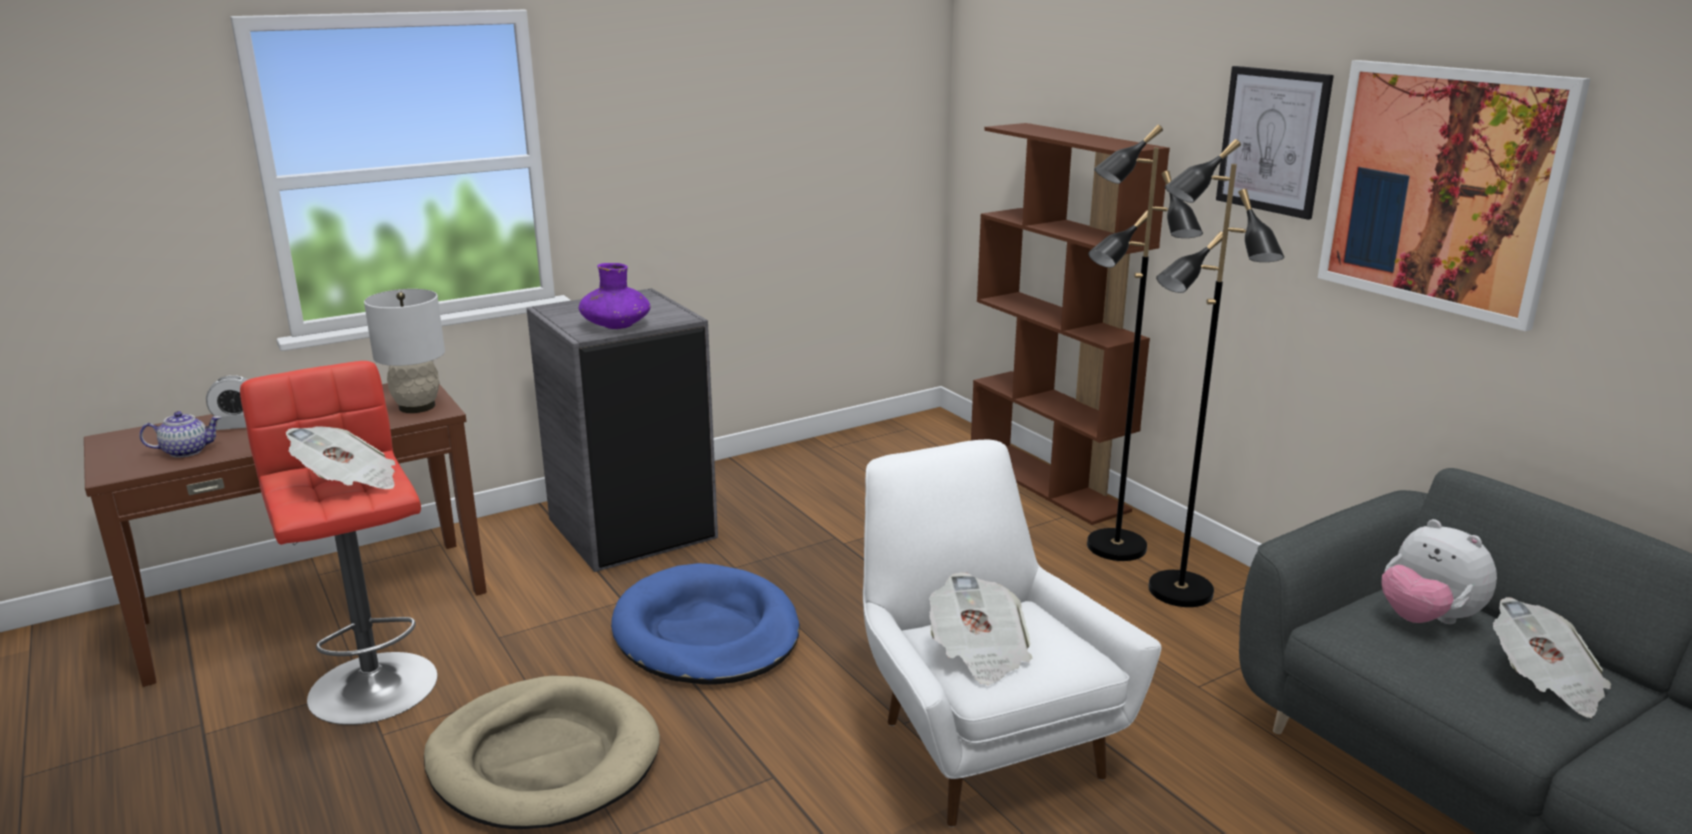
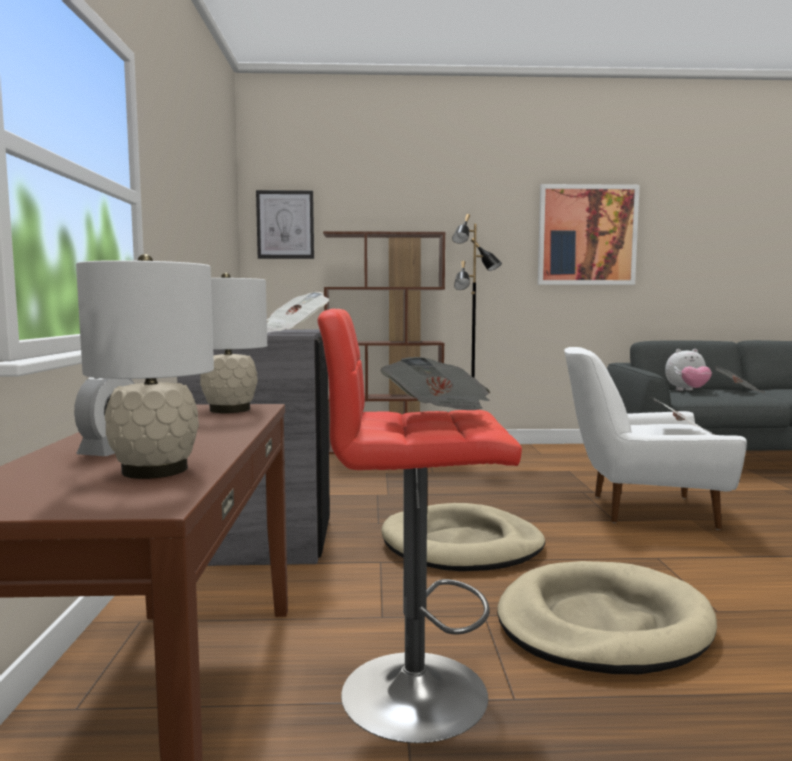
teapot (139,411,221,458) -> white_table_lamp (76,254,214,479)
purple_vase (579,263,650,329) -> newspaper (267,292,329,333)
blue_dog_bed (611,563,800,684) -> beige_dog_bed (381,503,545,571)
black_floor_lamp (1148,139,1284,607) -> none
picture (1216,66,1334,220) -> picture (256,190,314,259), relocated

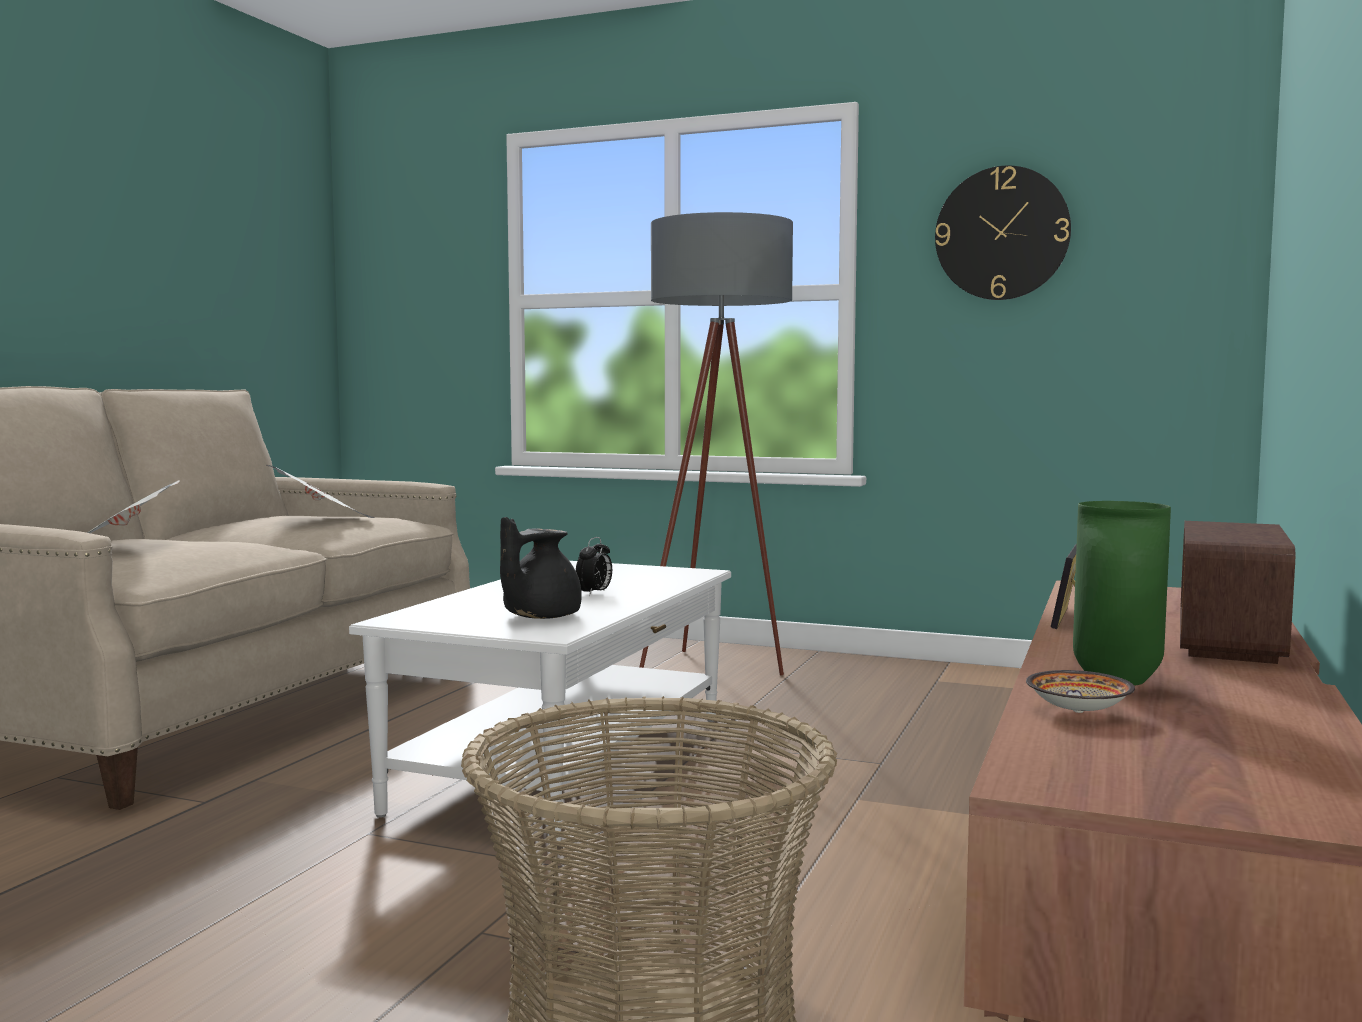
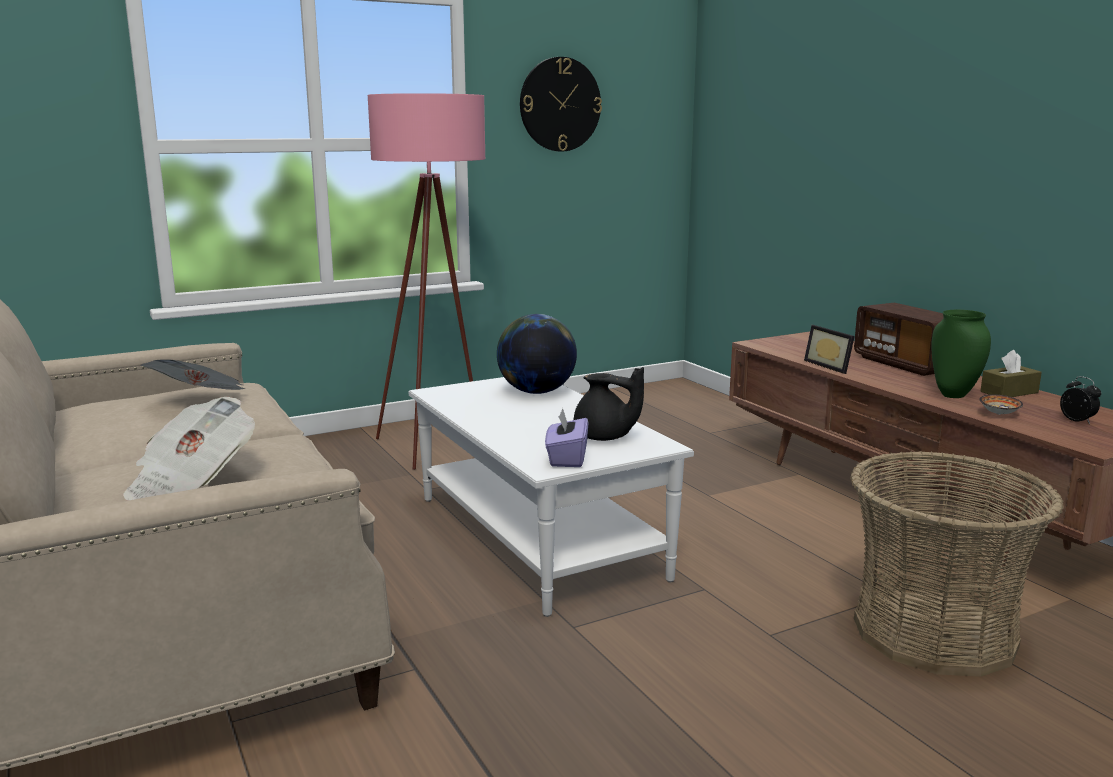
black_teapot (500,517,582,619) -> black_teapot (573,367,644,441), 45 degrees counterclockwise
alarm_clock (576,537,612,596) -> alarm_clock (1060,376,1101,424), relocated
grey_floor_lamp (639,212,793,676) -> pink_floor_lamp (368,93,485,470)
none -> globe (497,314,577,394)
none -> purple_tissue_box (545,408,588,467)
none -> brown_tissue_box (980,350,1042,397)

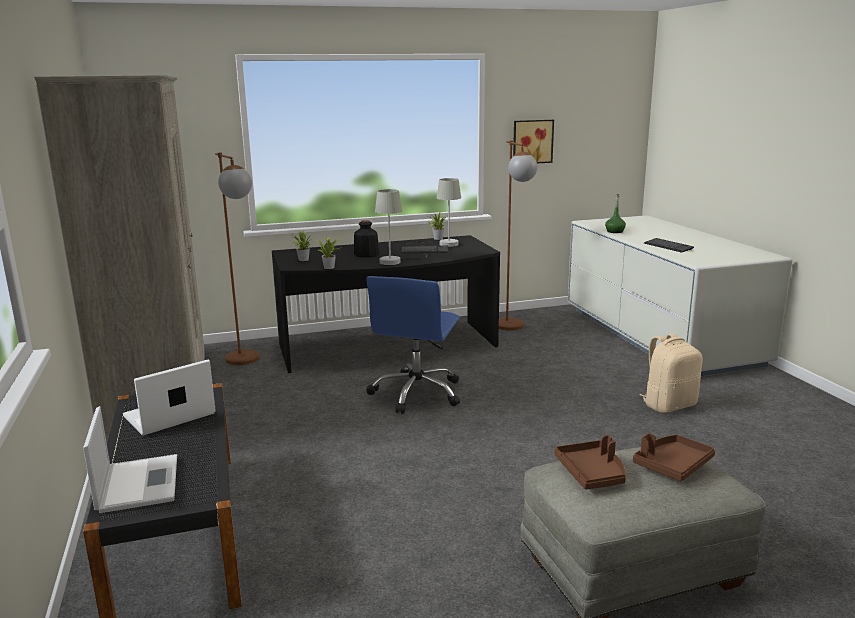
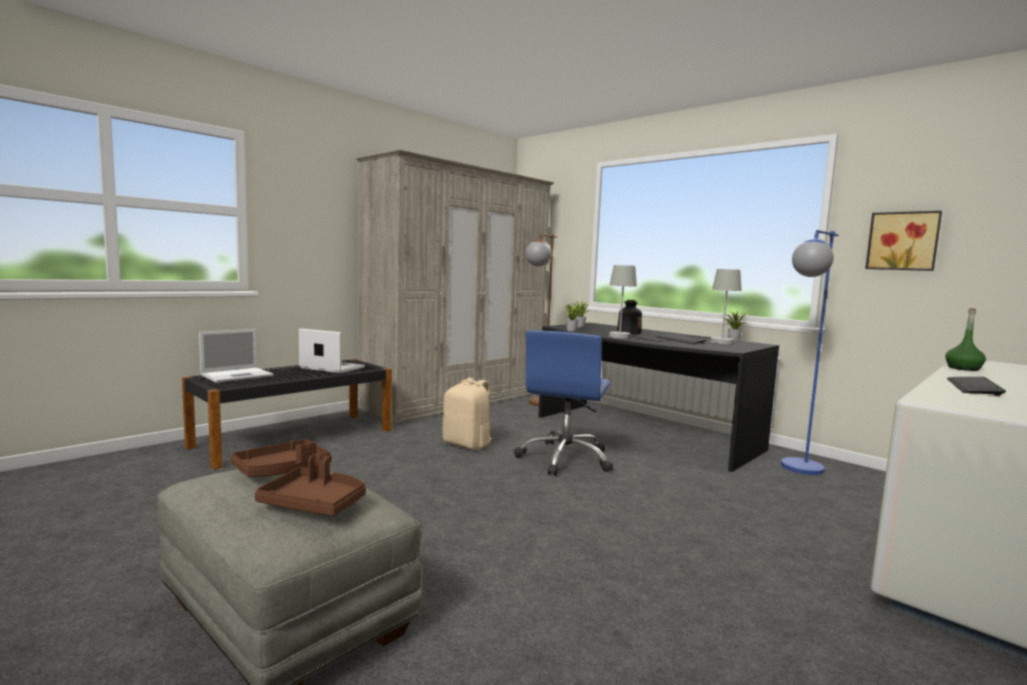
blue_office_chair (366,276,460,414) -> blue_office_chair (514,330,613,476), 60 degrees counterclockwise
brown_floor_lamp (499,140,537,331) -> blue_floor_lamp (781,230,839,475)
beige_backpack (640,333,702,413) -> beige_backpack (442,378,493,450), relocated

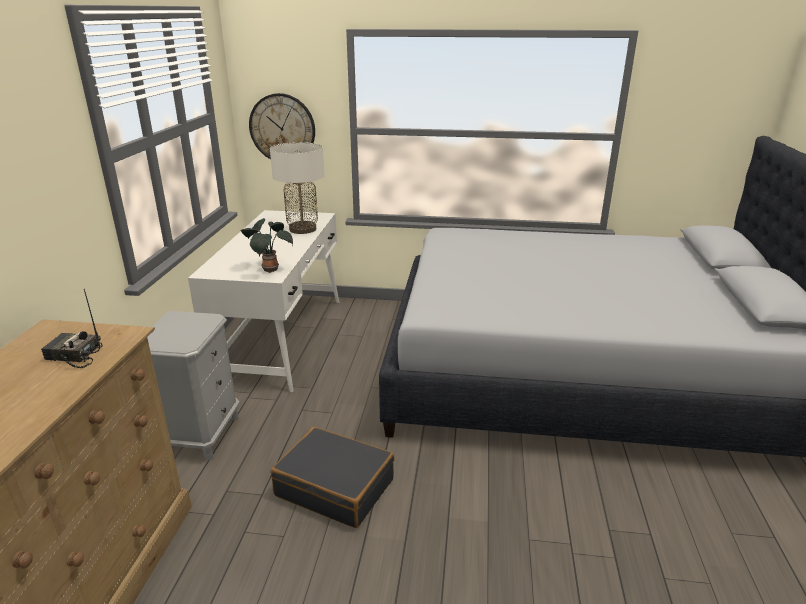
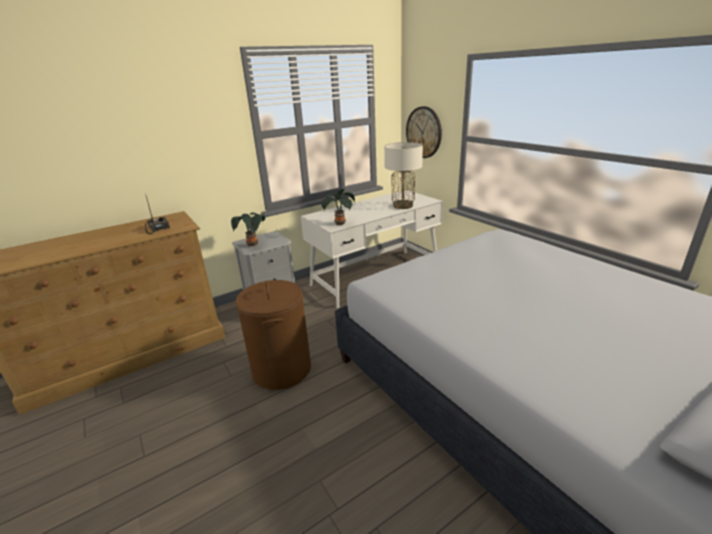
black_suitcase (271,427,394,528) -> brown_laundry_basket (235,280,311,390)
none -> potted_plant (231,213,265,246)

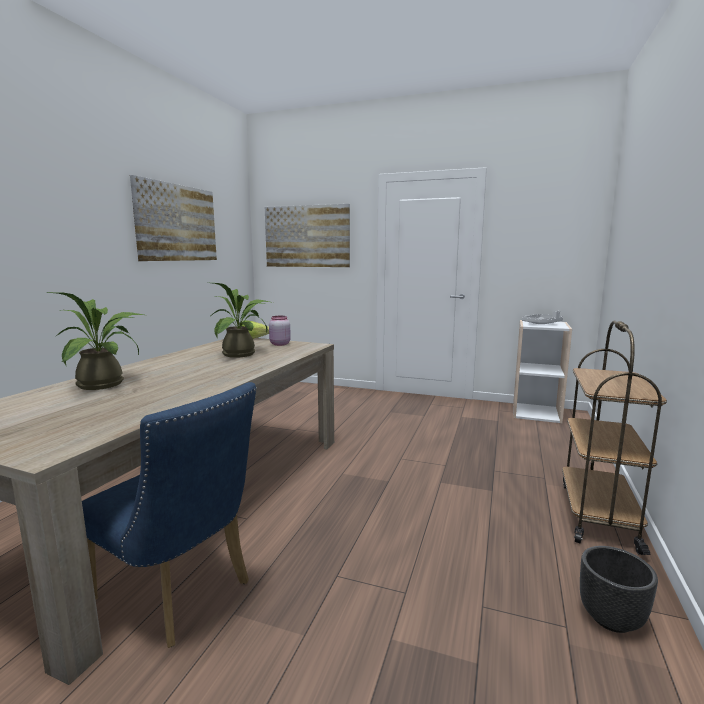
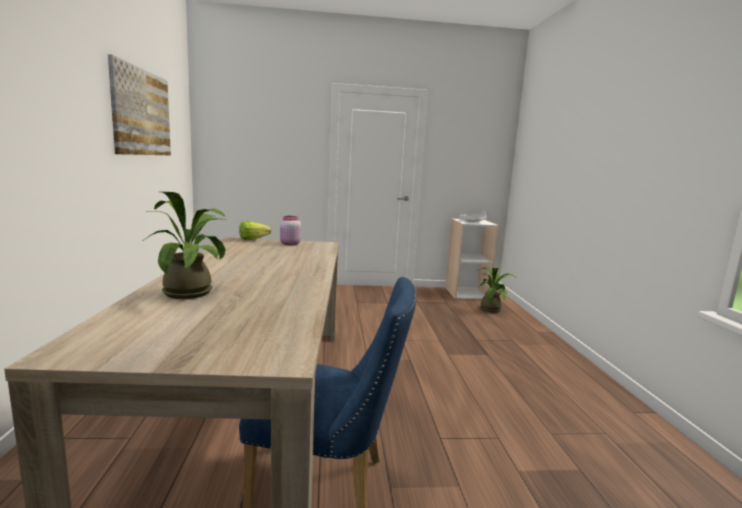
potted_plant (212,283,273,358) -> potted_plant (477,267,517,312), relocated
picture (265,204,350,267) -> none
brown_cart (562,321,667,555) -> none
black_planter (580,546,658,633) -> none

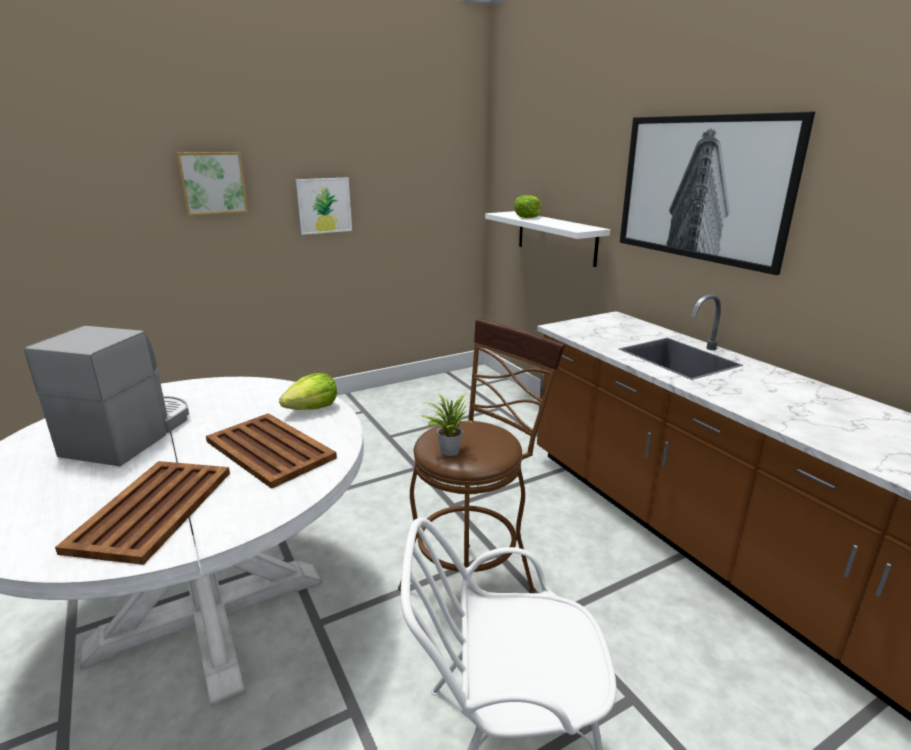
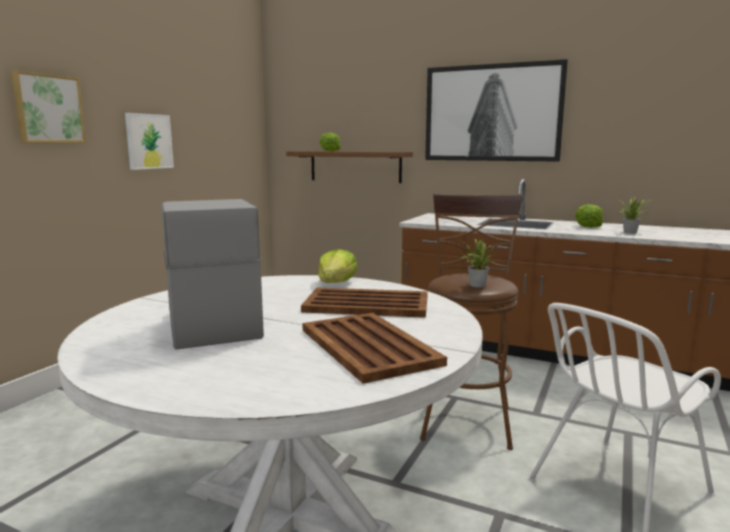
white_shelf (485,211,610,267) -> brown_shelf (286,151,413,183)
none -> lettuce (575,204,604,227)
none -> potted_plant (618,197,651,234)

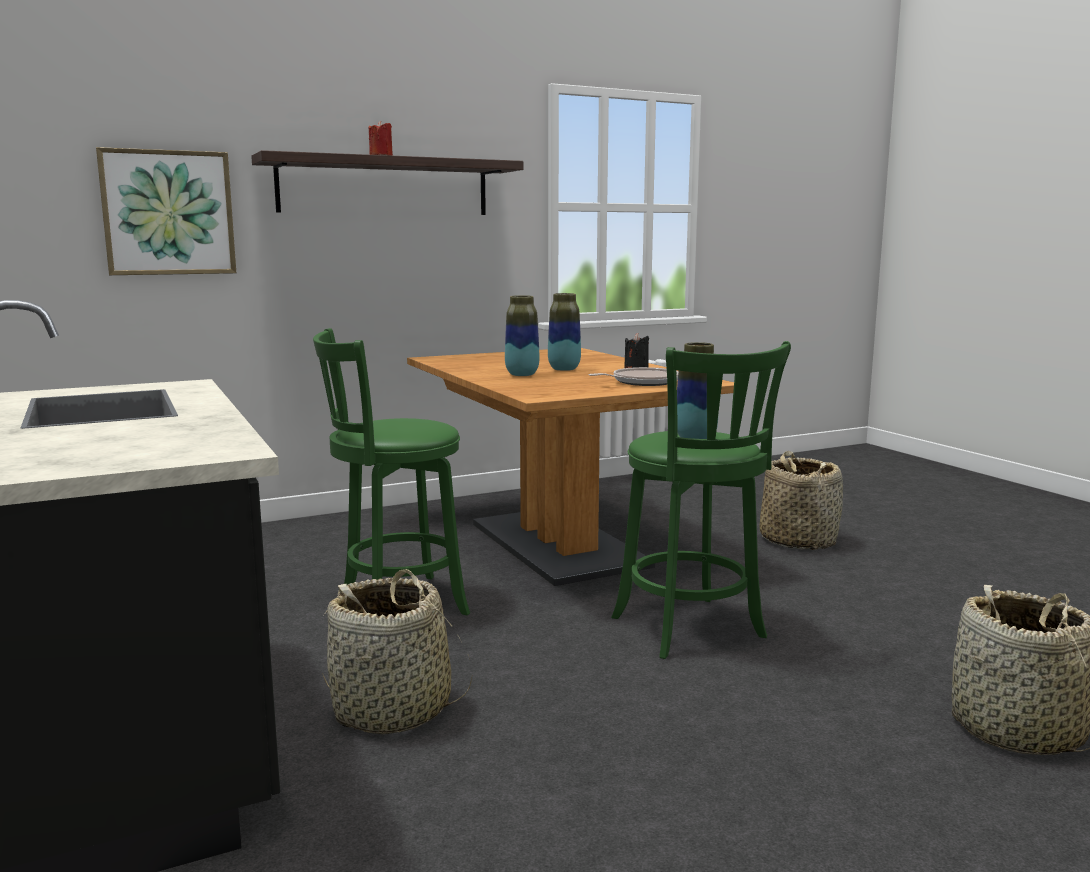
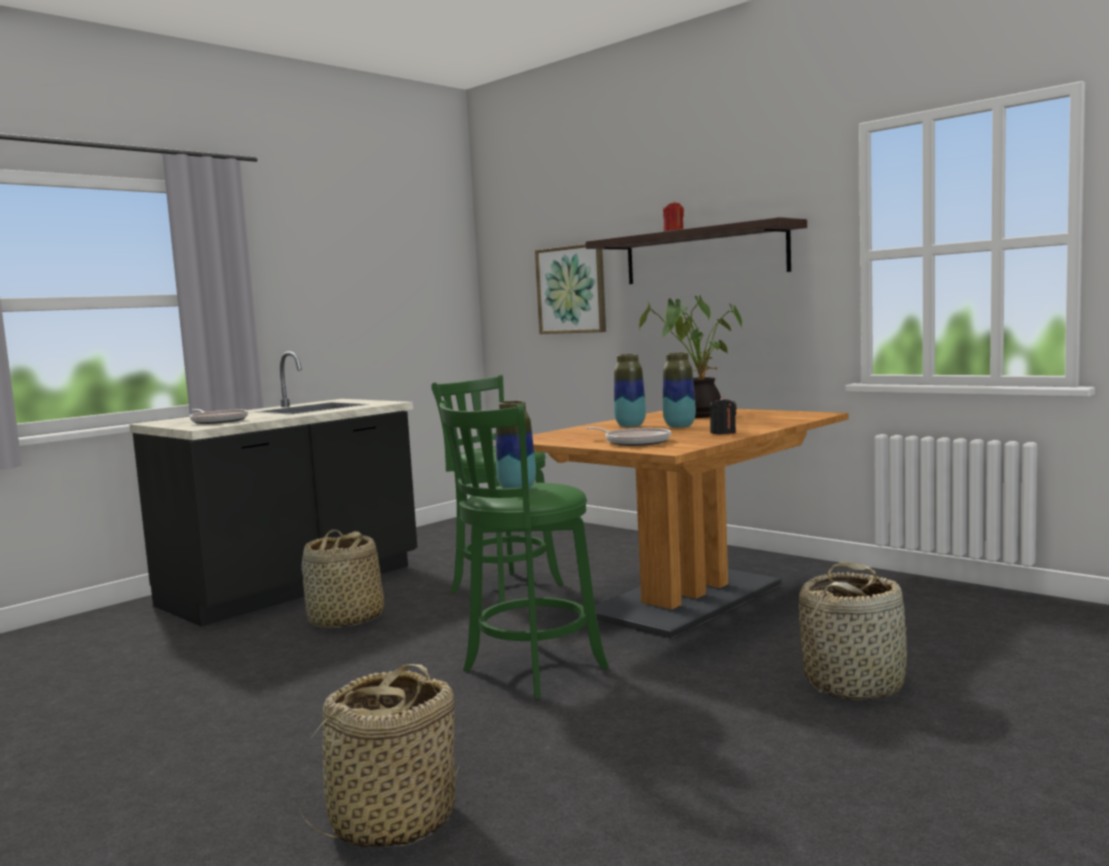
none -> frying_pan (189,409,248,424)
none -> potted_plant (639,295,742,418)

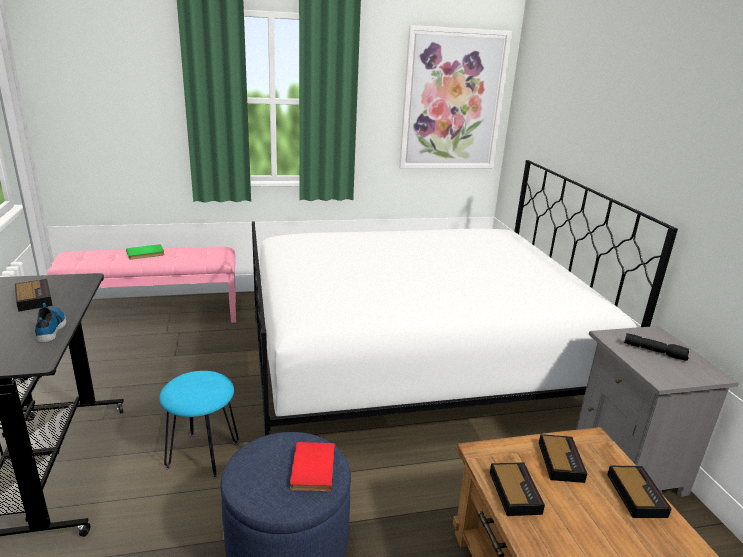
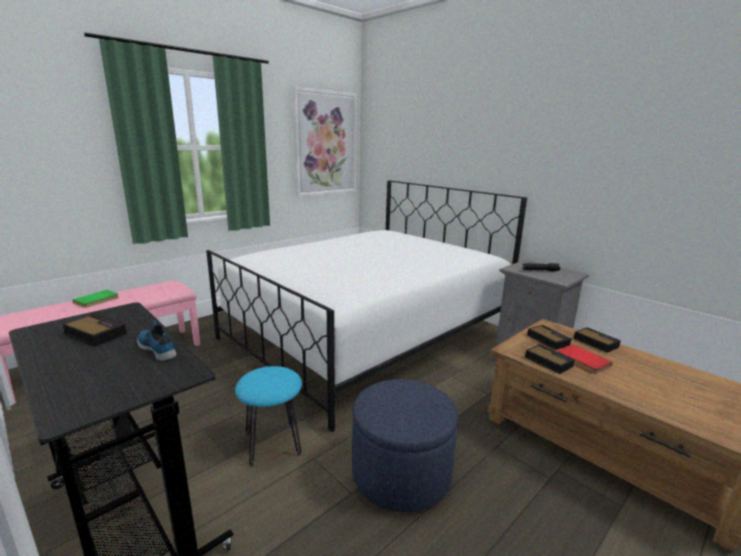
red_book (290,442,335,492) -> red_book (557,344,613,374), relocated

